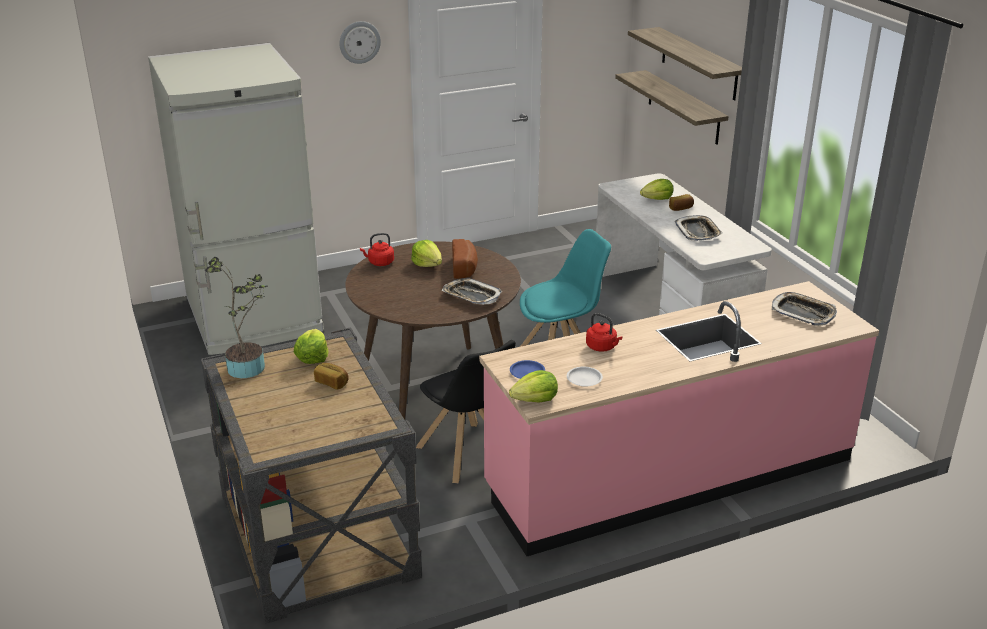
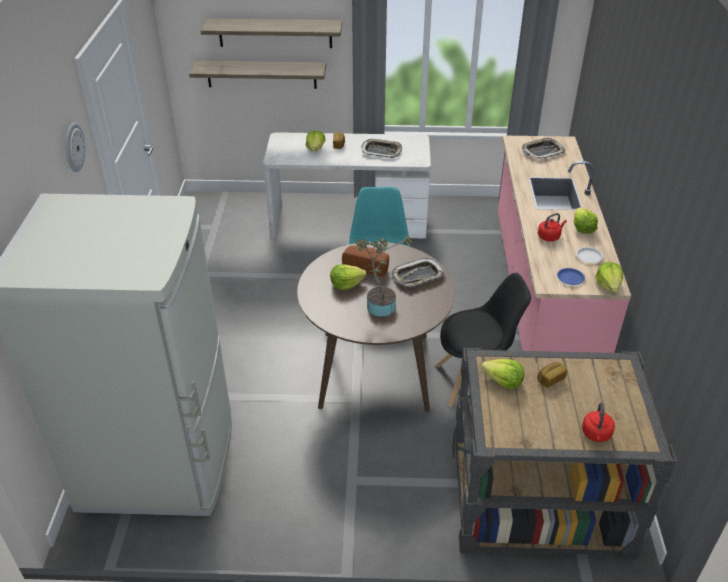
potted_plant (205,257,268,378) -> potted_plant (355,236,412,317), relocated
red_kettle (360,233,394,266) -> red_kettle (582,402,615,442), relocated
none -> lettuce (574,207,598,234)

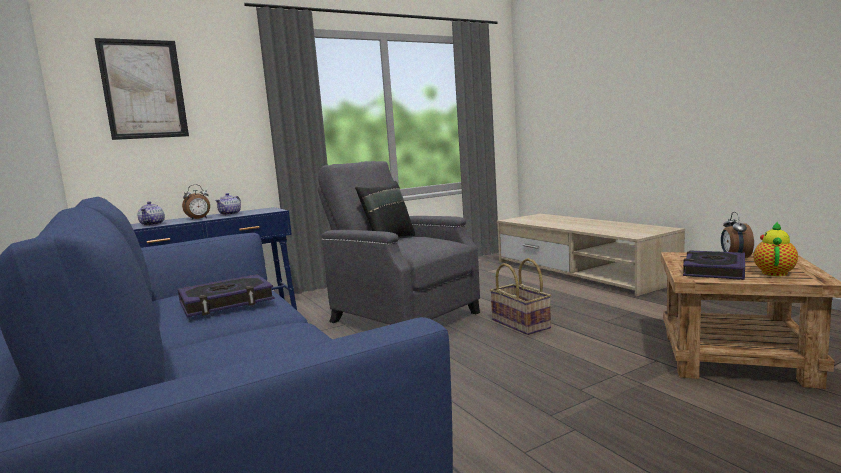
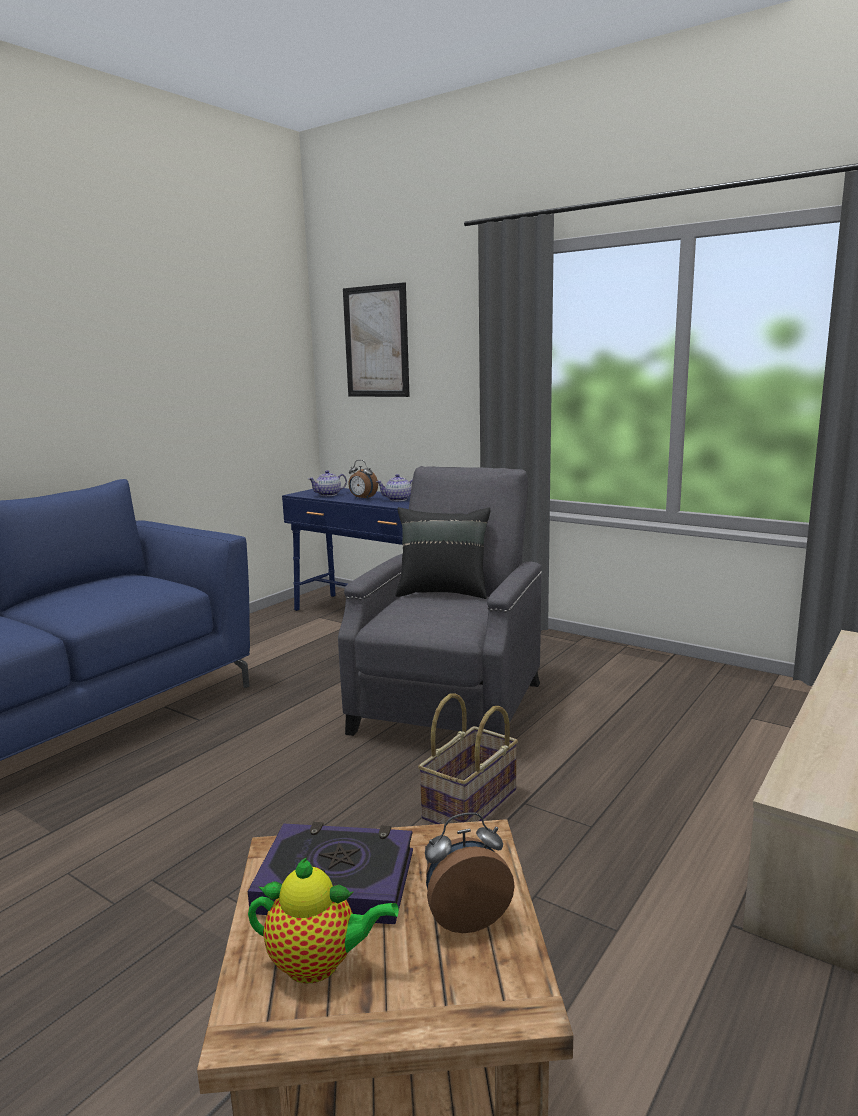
book (178,274,275,317) -> none

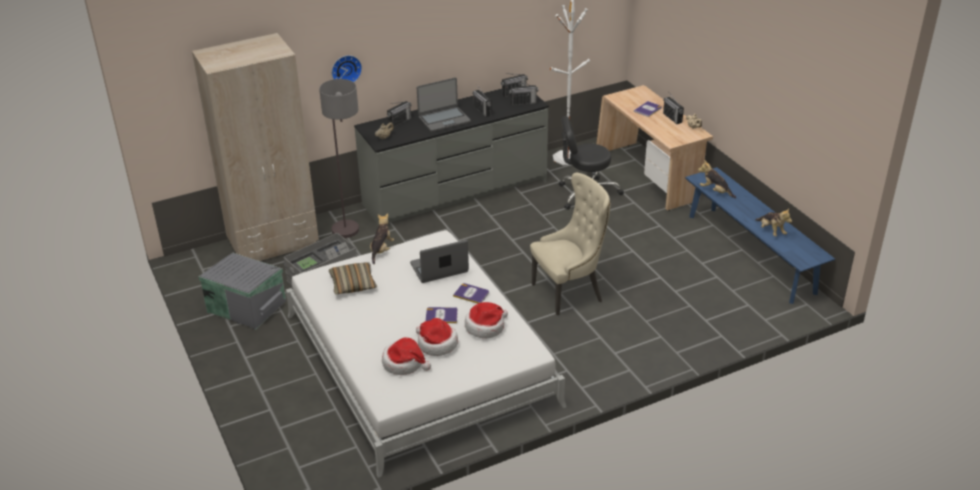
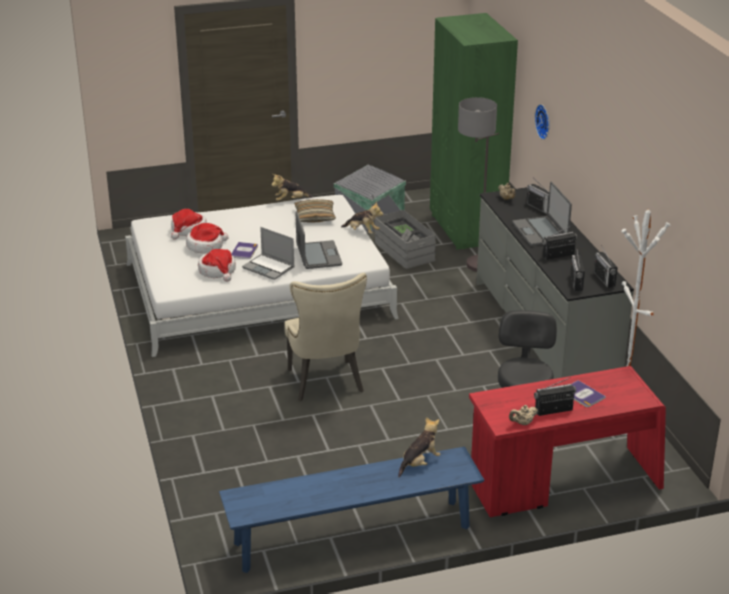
beige_wardrobe (192,33,319,261) -> green_wardrobe (430,13,518,250)
book (453,283,489,303) -> laptop (242,227,295,280)
beige_desk (596,85,713,211) -> red_desk (469,366,666,517)
plush_toy (756,209,792,236) -> plush_toy (271,174,312,201), relocated

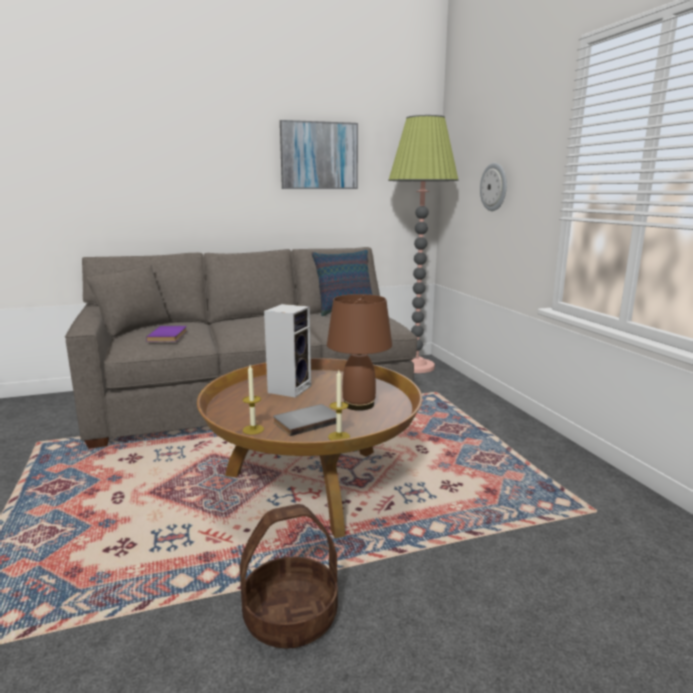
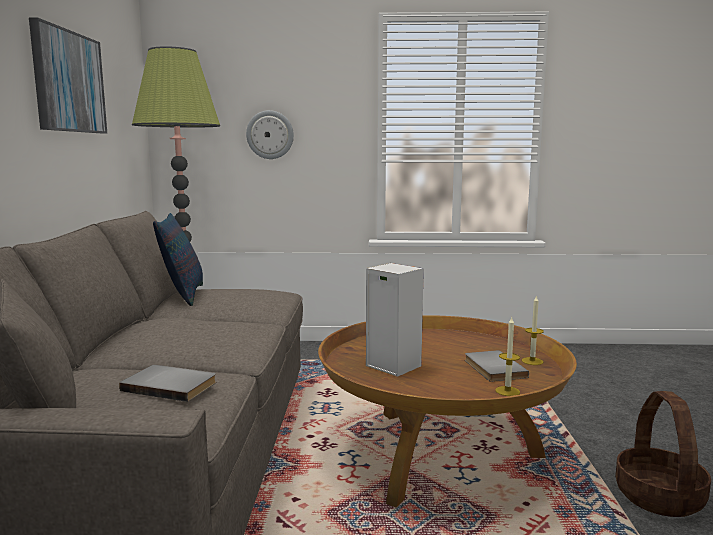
purple_book (146,326,187,342) -> grey_book (119,365,216,402)
brown_table_lamp (327,294,392,411) -> none

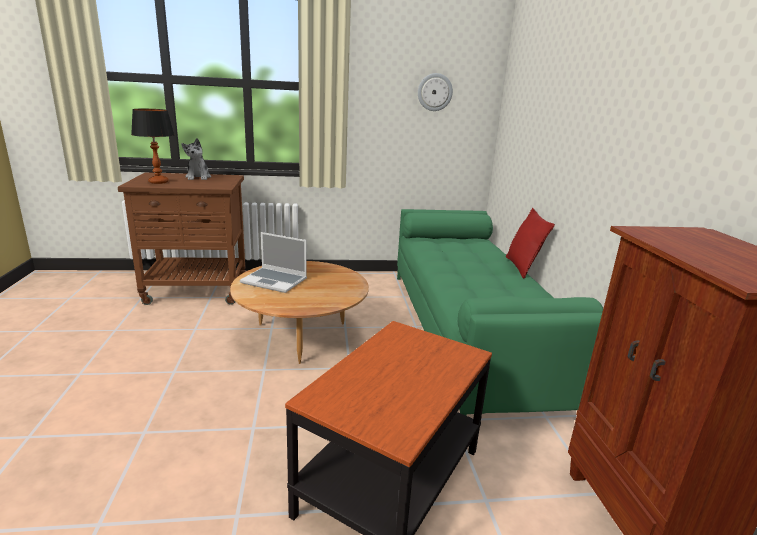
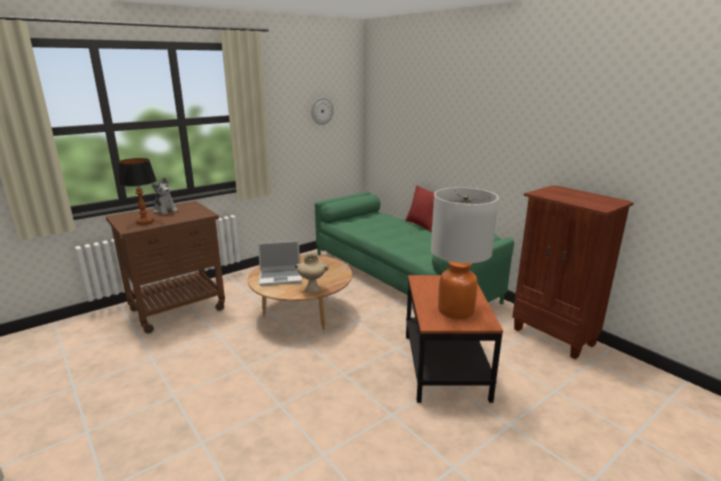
none -> beige_vase (295,253,329,293)
none -> table_lamp (431,187,498,319)

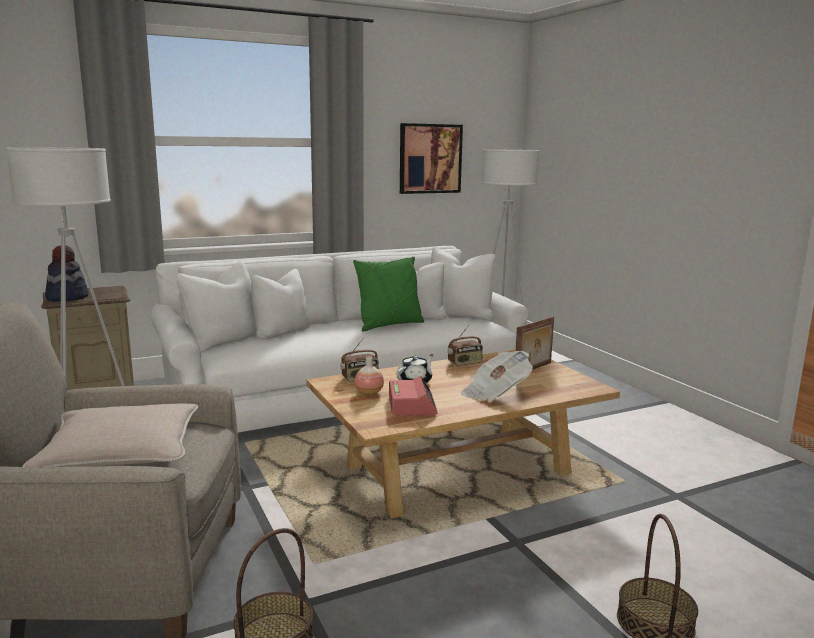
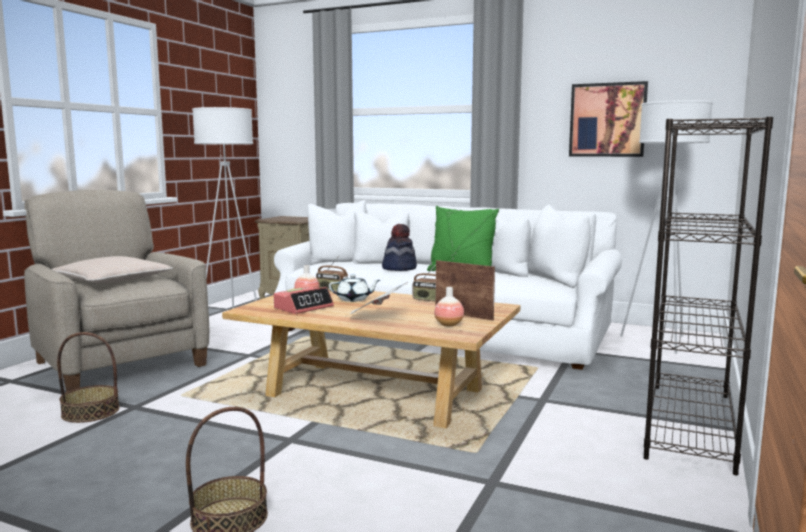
hat (45,245,89,302) -> hat (382,224,417,271), relocated
picture_frame (516,316,554,370) -> picture_frame (436,260,495,320), 150 degrees counterclockwise
none -> vase (434,287,464,326)
none -> black_bookcase (644,117,773,476)

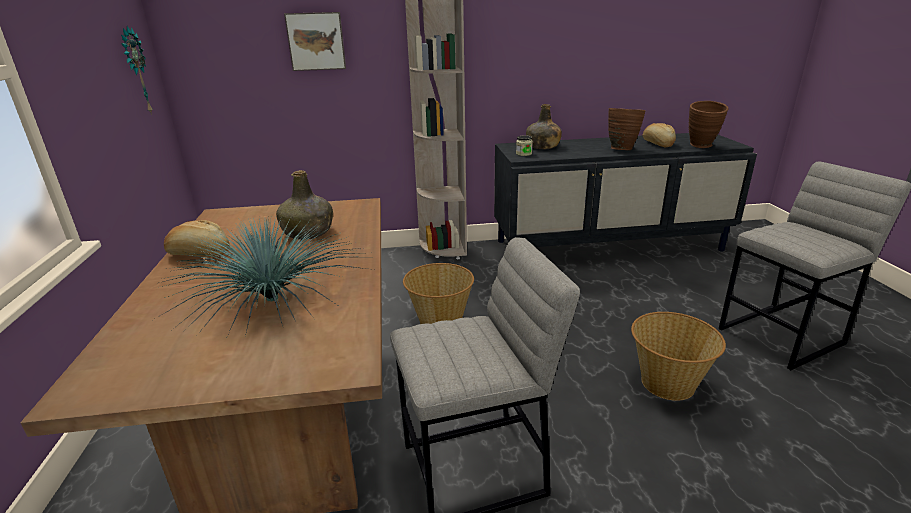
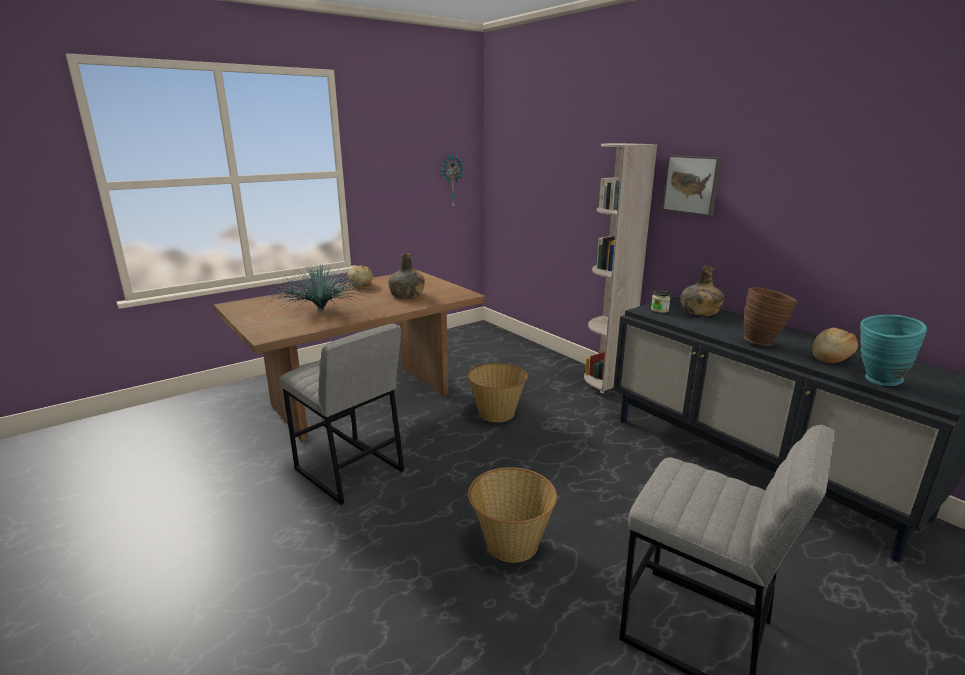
picture (284,12,346,71) -> picture (663,156,722,216), relocated
brown_vase (689,101,729,148) -> turquoise_vase (860,315,927,386)

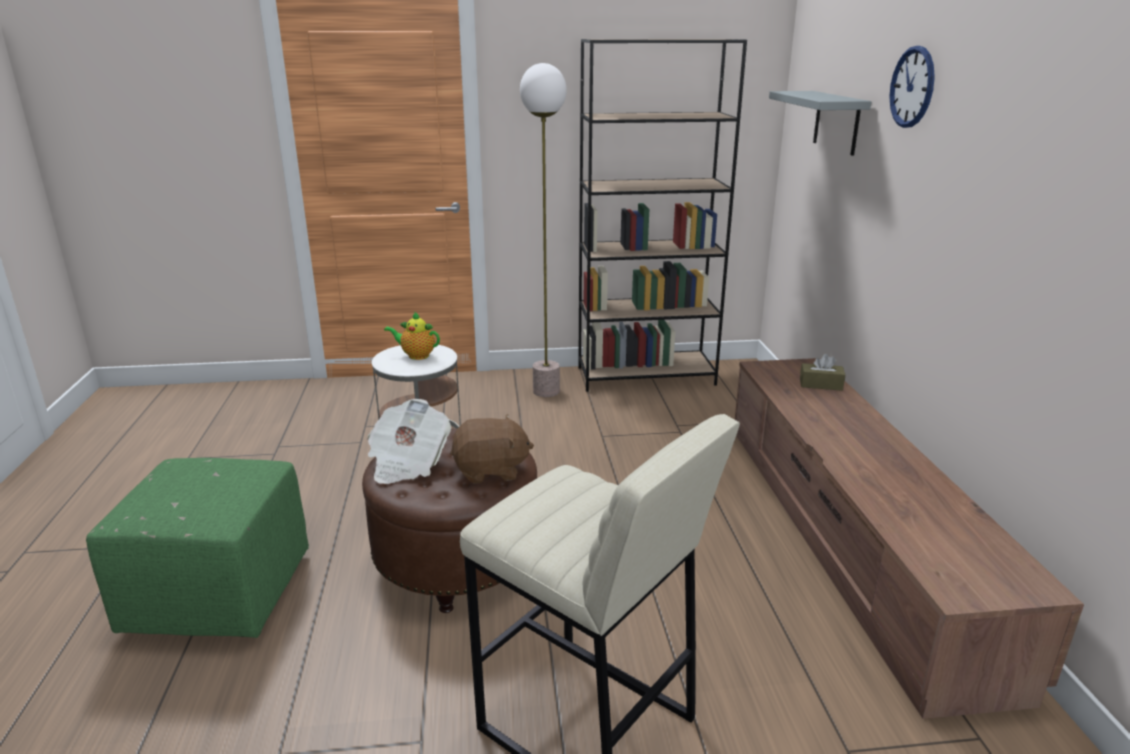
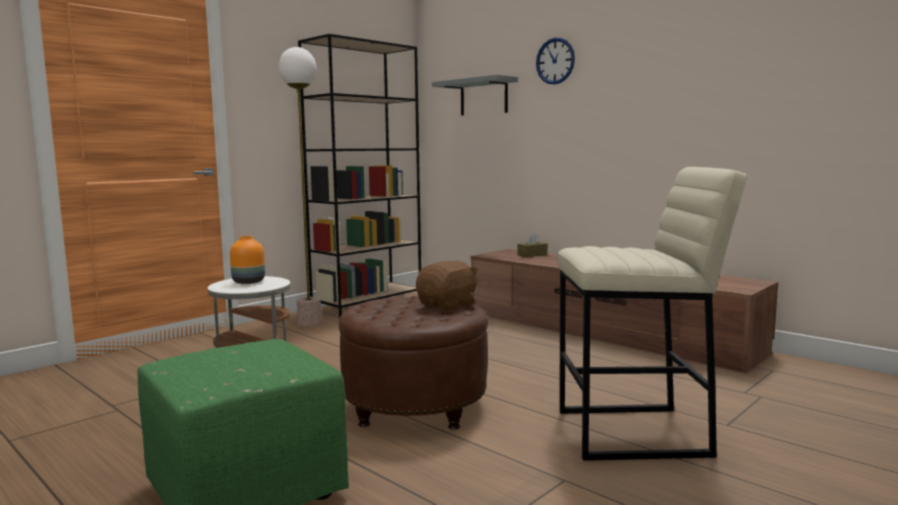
newspaper (367,399,451,484) -> none
teapot (384,311,440,360) -> orange_vase (230,236,265,284)

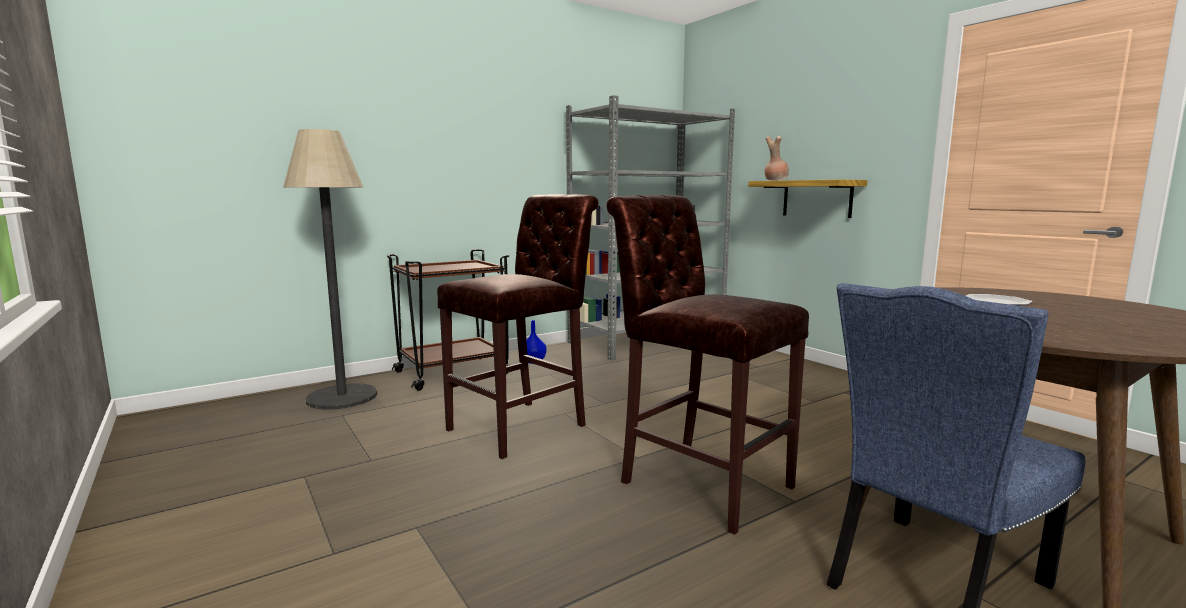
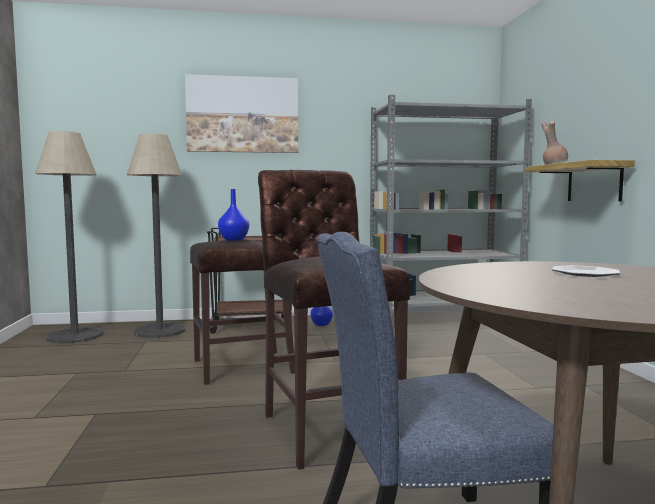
none -> floor_lamp (36,131,103,343)
none -> picture (185,74,298,153)
none -> blue_vase (218,189,249,241)

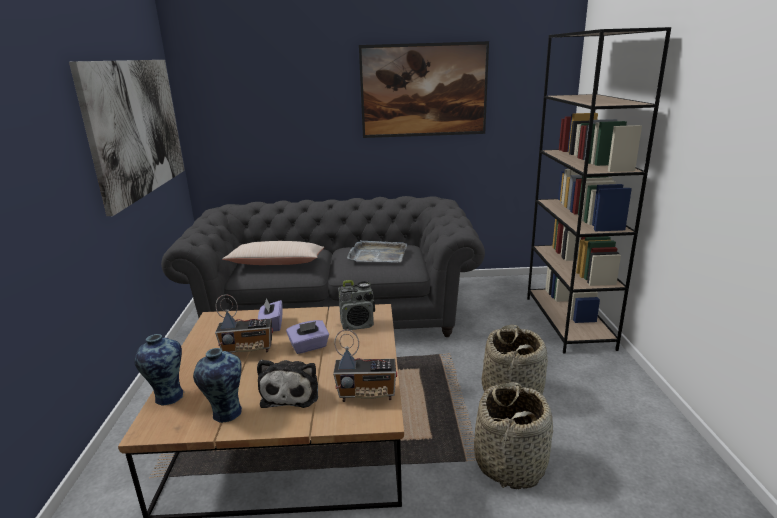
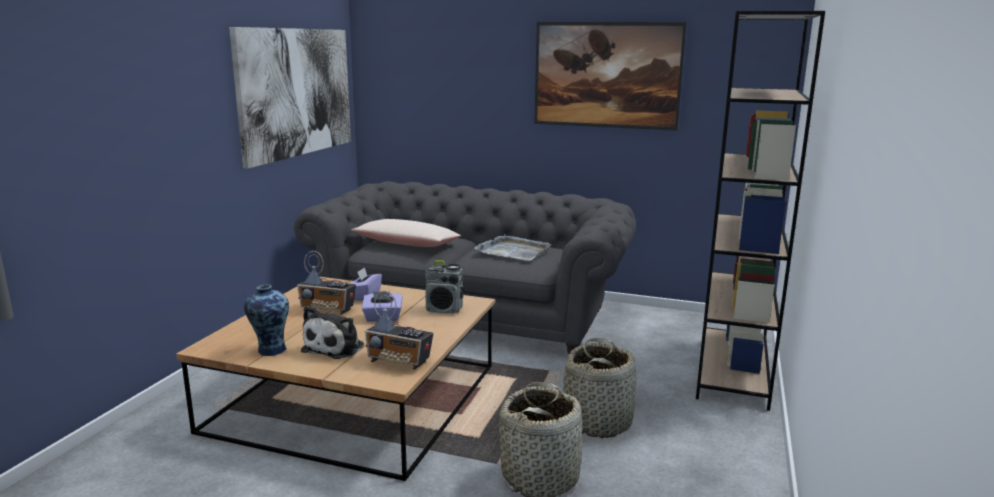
vase (134,334,184,406) -> none

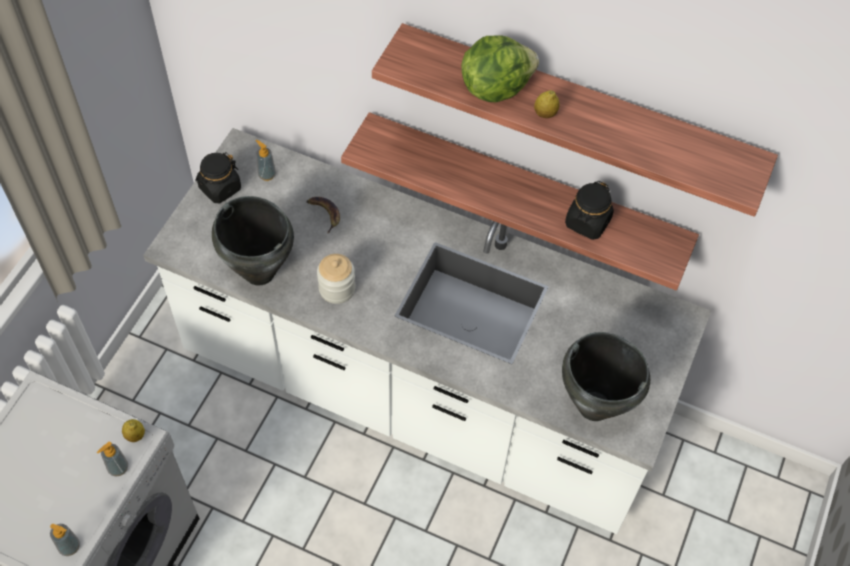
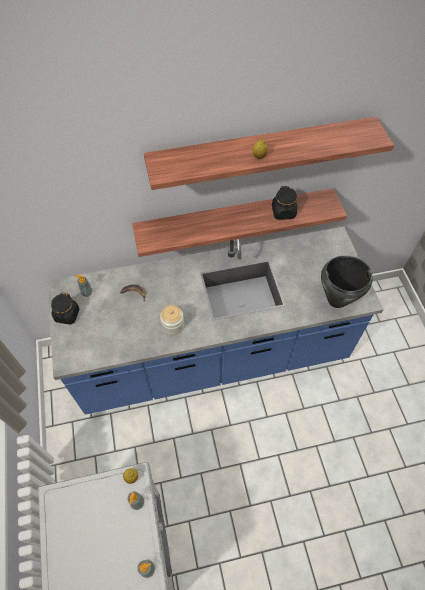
white_counter (143,128,711,534) -> blue_counter (48,227,384,415)
black_cooking_pot (212,196,294,286) -> none
lettuce (461,35,539,102) -> none

